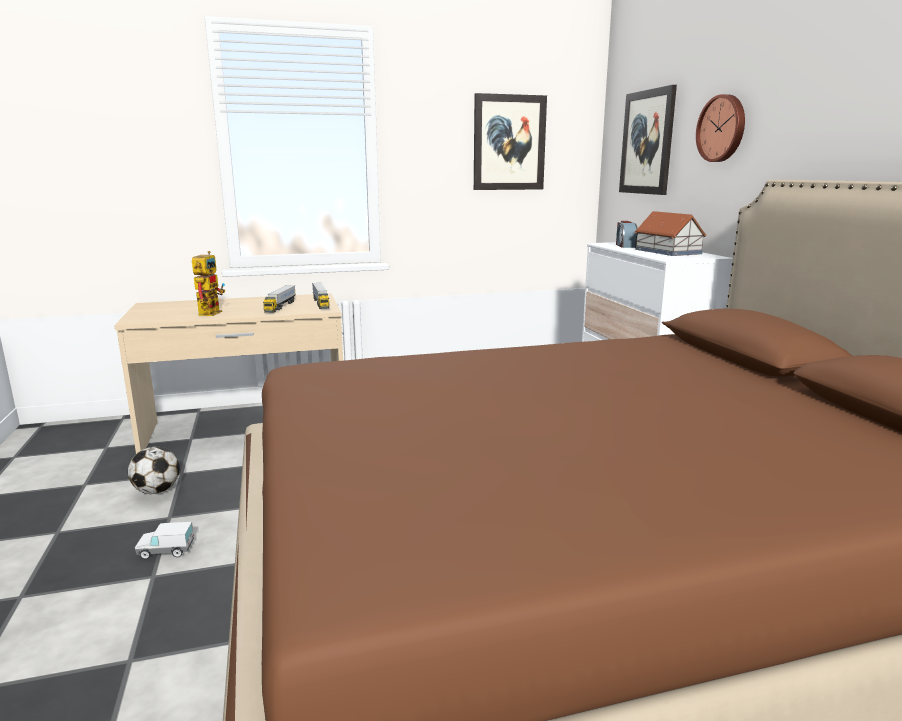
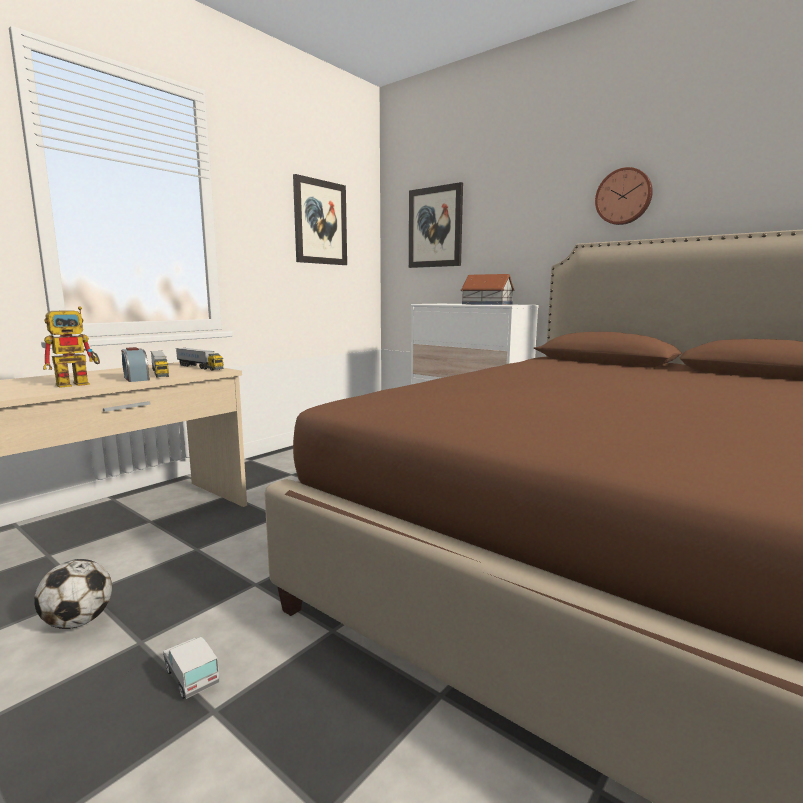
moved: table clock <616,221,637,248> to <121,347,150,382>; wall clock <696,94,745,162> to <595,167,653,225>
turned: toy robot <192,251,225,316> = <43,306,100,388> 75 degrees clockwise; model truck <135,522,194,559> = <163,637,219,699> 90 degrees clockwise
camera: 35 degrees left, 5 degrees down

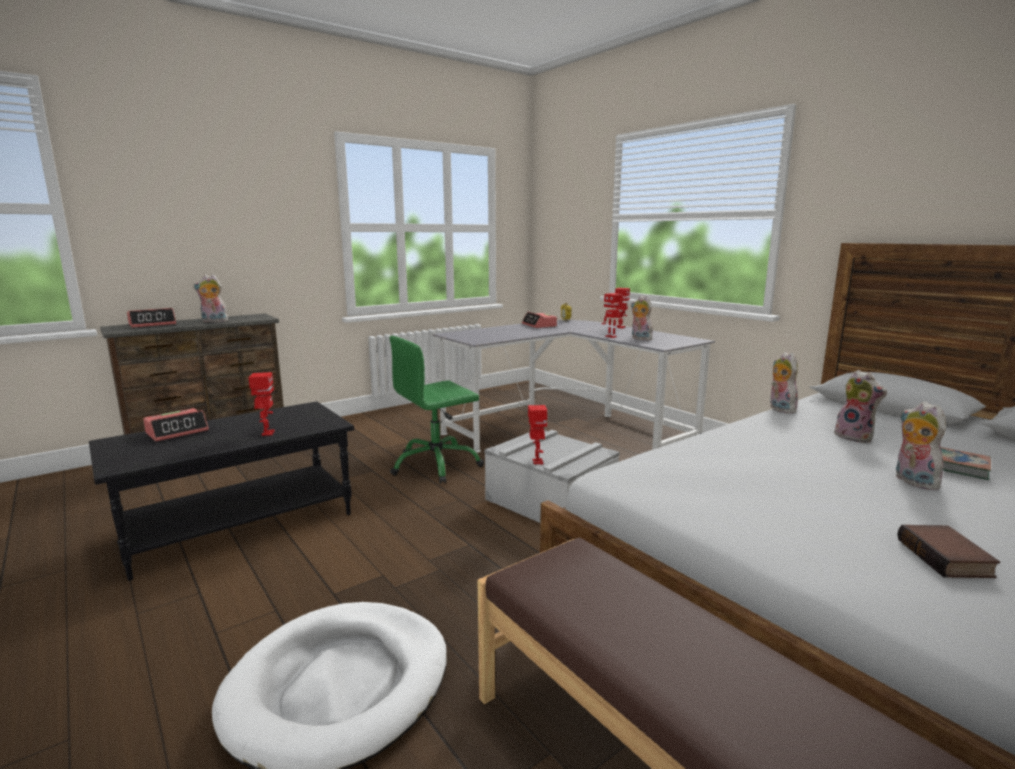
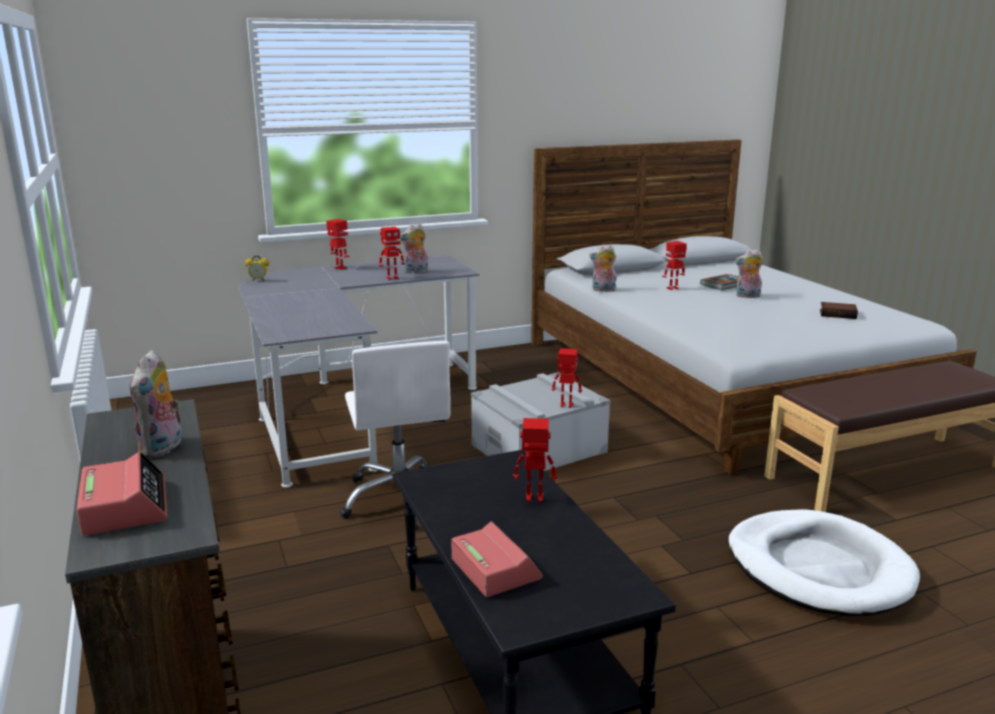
removed: table clock <522,312,557,328>
replaced: cuddly toy <834,370,887,443> to toy robot <662,241,687,290>
recoloured: green office chair <389,336,484,484> to white-coloured office chair <340,341,451,530>
camera: 75 degrees left, 5 degrees up

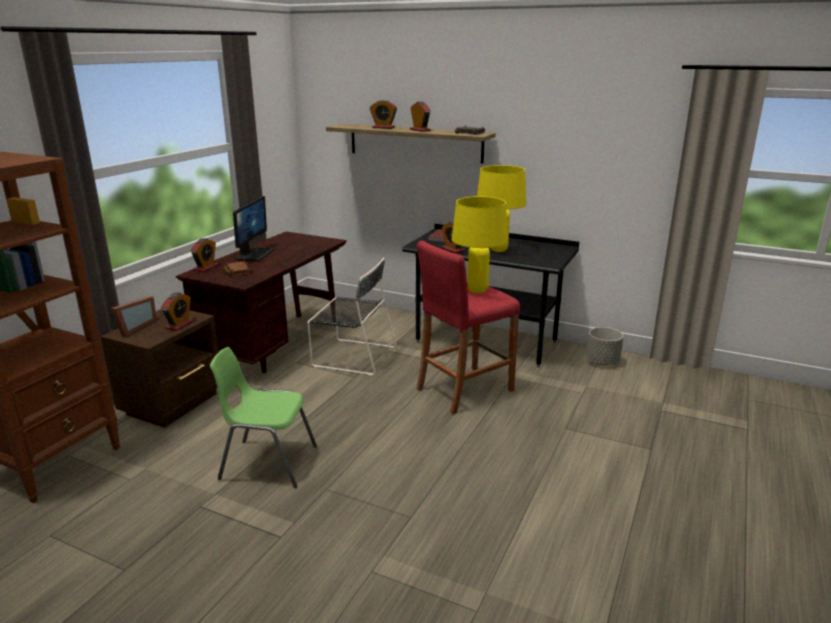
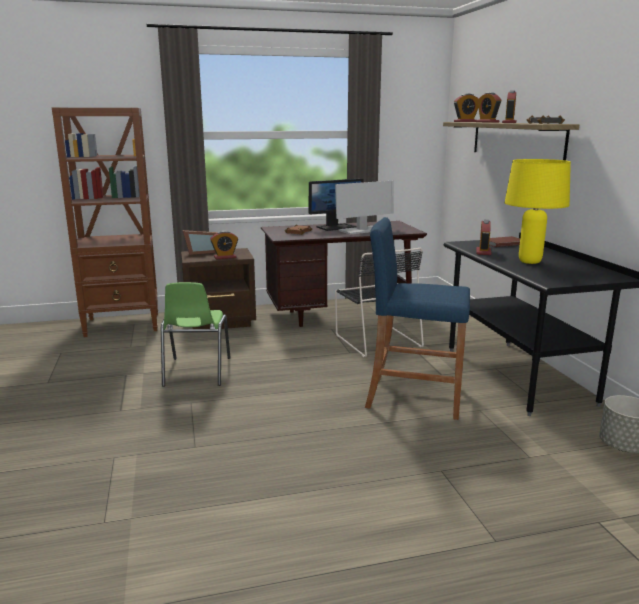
removed: yellow-coloured lamp for a table <452,196,508,293>
added: monitor <335,181,394,234>
moved: table clock <190,238,218,272> to <454,94,478,122>
recoloured: reddish sitting stool <416,241,520,414> to bluish sitting stool <365,217,470,420>
turned: green upright chair <210,347,317,488> = <161,282,231,387> 150 degrees counterclockwise
camera: 50 degrees right, 5 degrees down

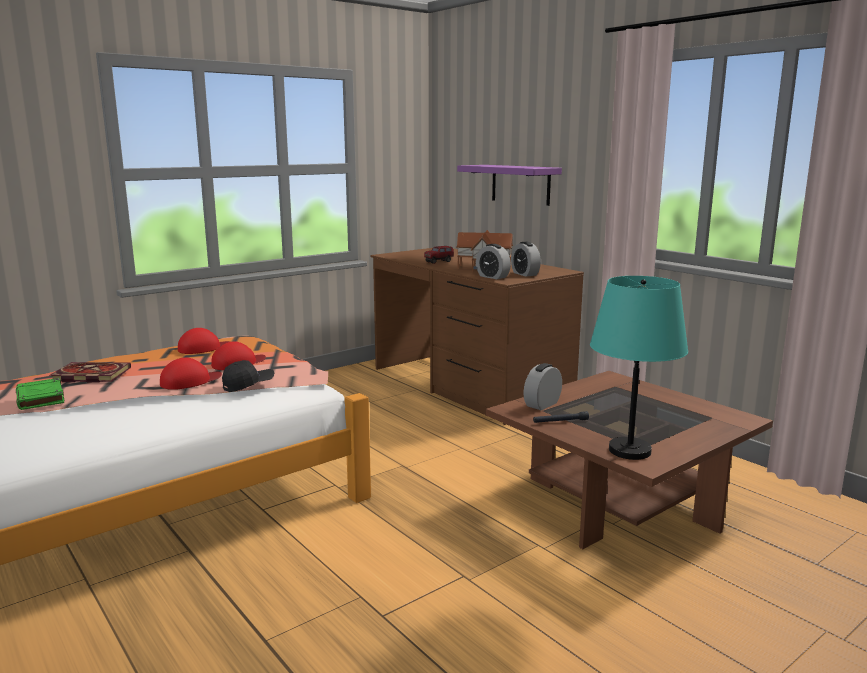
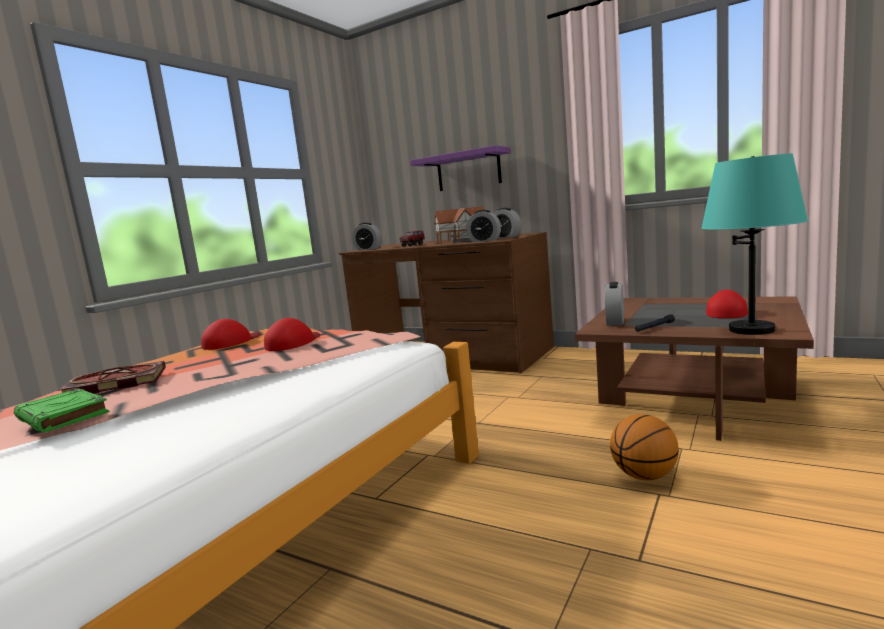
removed: black cap <222,360,274,392>
added: table clock <352,223,382,250>; ball for basketball <610,414,679,480>
moved: reddish cap <160,358,222,390> to <706,290,748,318>
camera: 20 degrees left, 5 degrees down

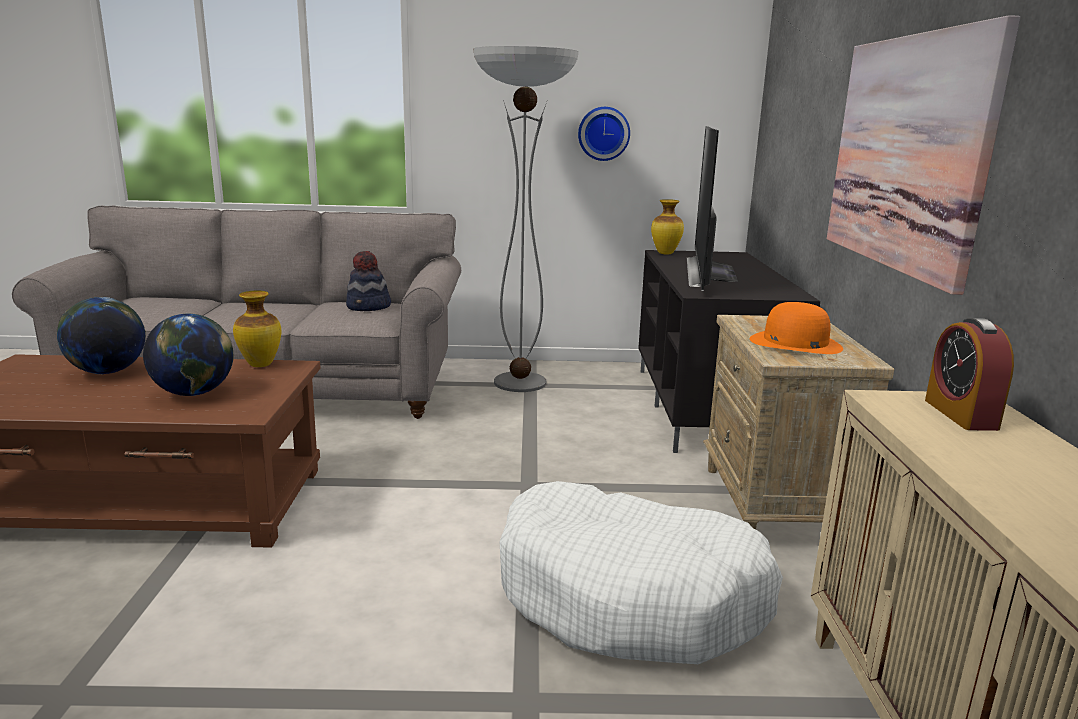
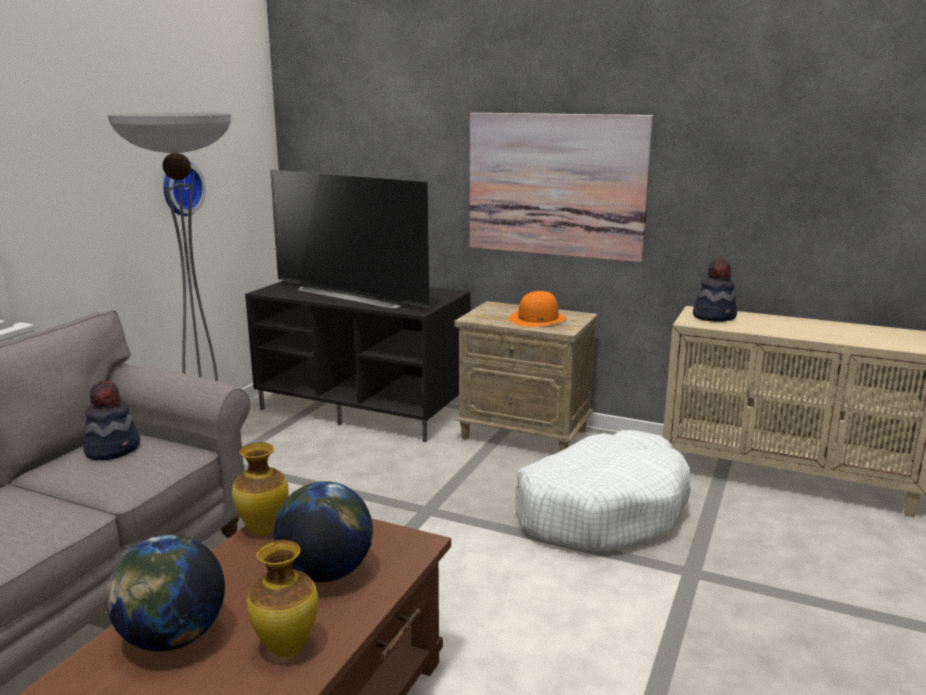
moved: vase <651,199,684,254> to <247,540,318,657>
replaced: table clock <925,318,1014,431> to wearable hat <693,259,737,322>
camera: 65 degrees left, 0 degrees up

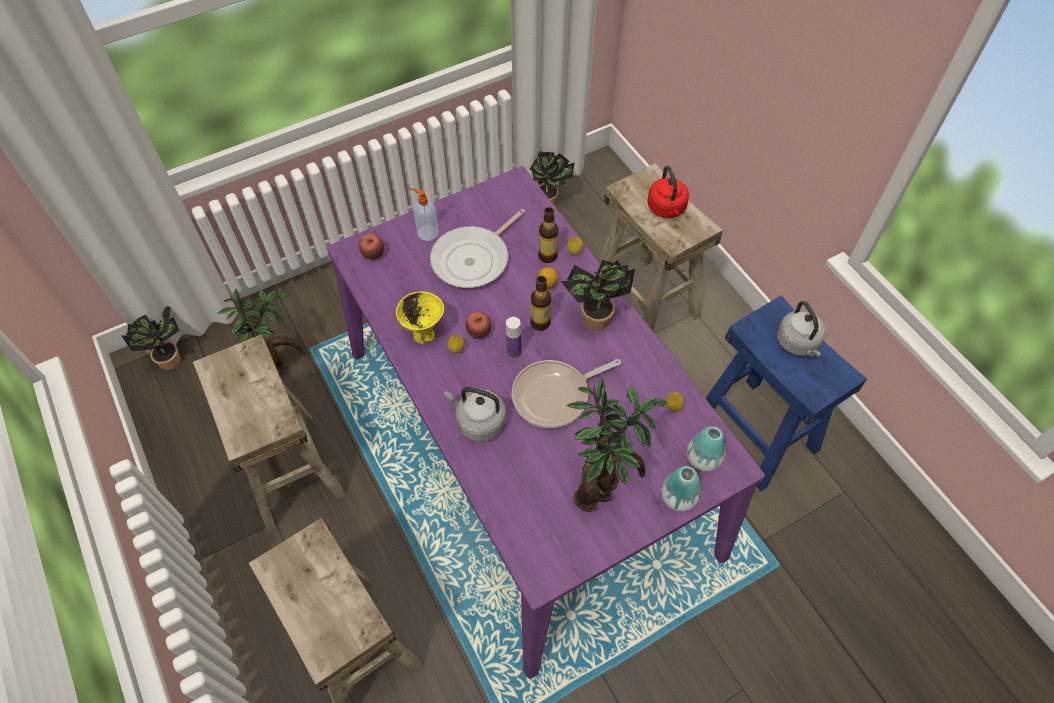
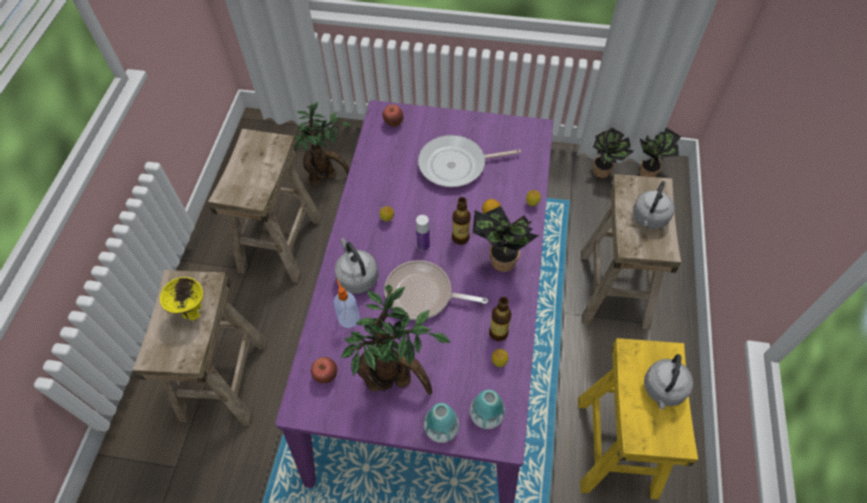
moved: yellow-coloured bowl <396,292,444,344> to <160,277,203,321>; apple fruit <465,312,491,339> to <311,357,337,383>; liquid soap bottle <410,188,438,241> to <333,279,360,328>; drink bottle <538,207,558,263> to <489,297,512,341>; potted plant <122,307,181,370> to <639,127,682,177>
recoloured: bluish sitting stool <706,295,867,491> to yellow-coloured sitting stool <578,338,698,500>; reddish kettle <647,166,689,218> to gray kettle <633,181,675,229>
camera: 40 degrees right, 0 degrees up

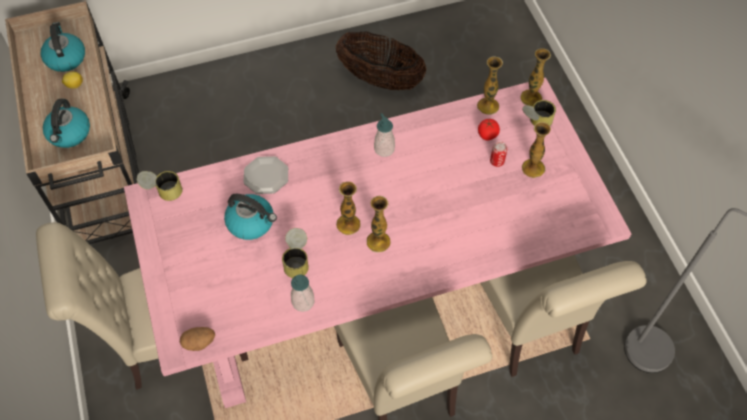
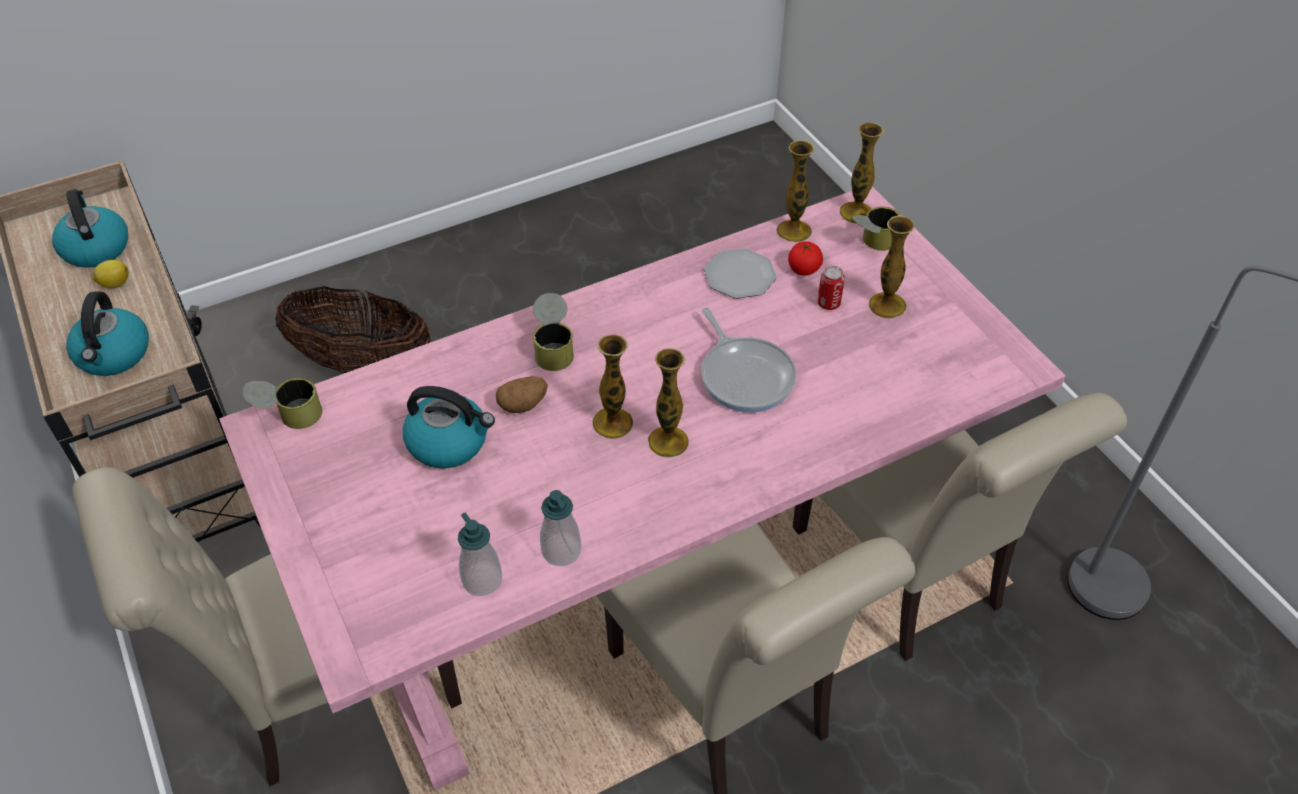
added: pan <701,307,796,413>
moved: basket <336,31,427,90> to <275,286,431,373>; liquid soap bottle <374,113,395,157> to <458,512,502,596>; spud <180,327,215,351> to <496,376,548,413>; can <282,228,309,278> to <533,293,574,371>; flat dish <243,156,288,194> to <704,248,777,299>
camera: 10 degrees left, 10 degrees down

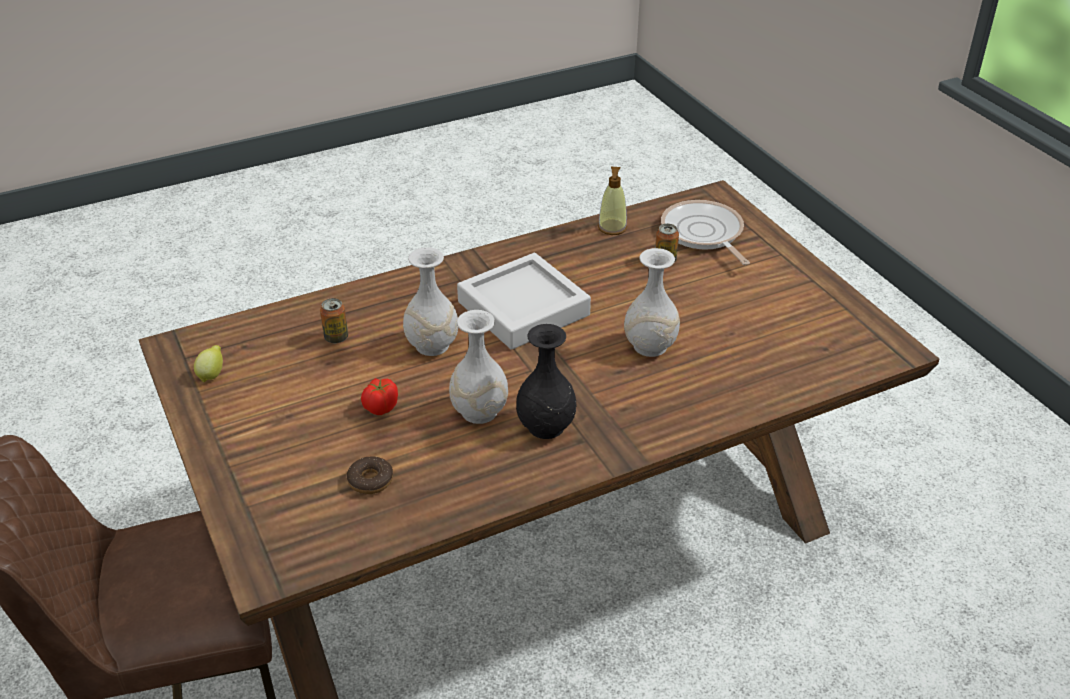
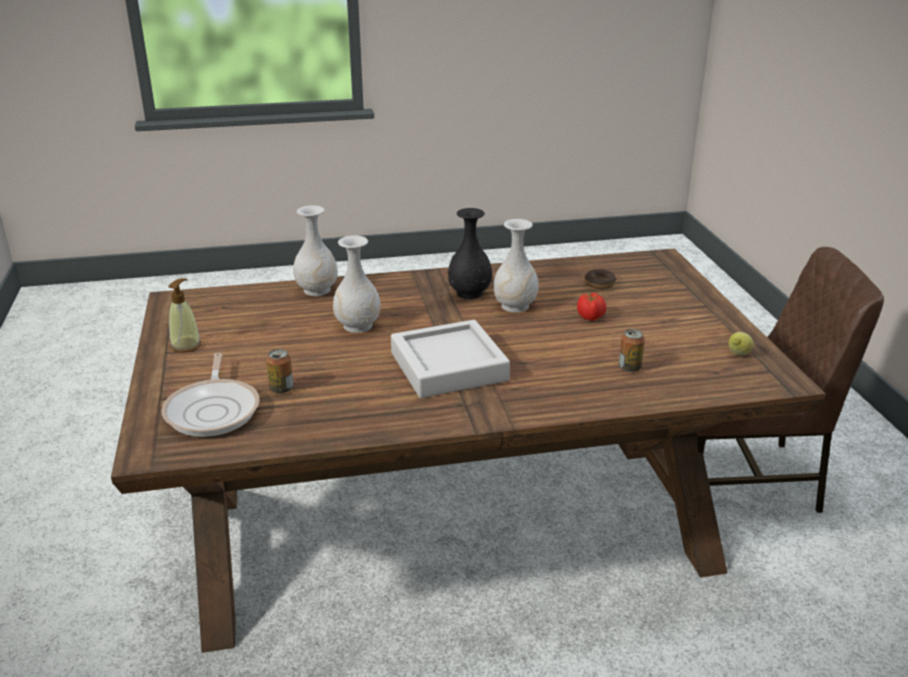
moved: liquid soap bottle <598,167,627,235> to <168,278,201,353>; white-coloured vase <403,247,458,356> to <293,205,338,296>
camera: 165 degrees left, 10 degrees down

